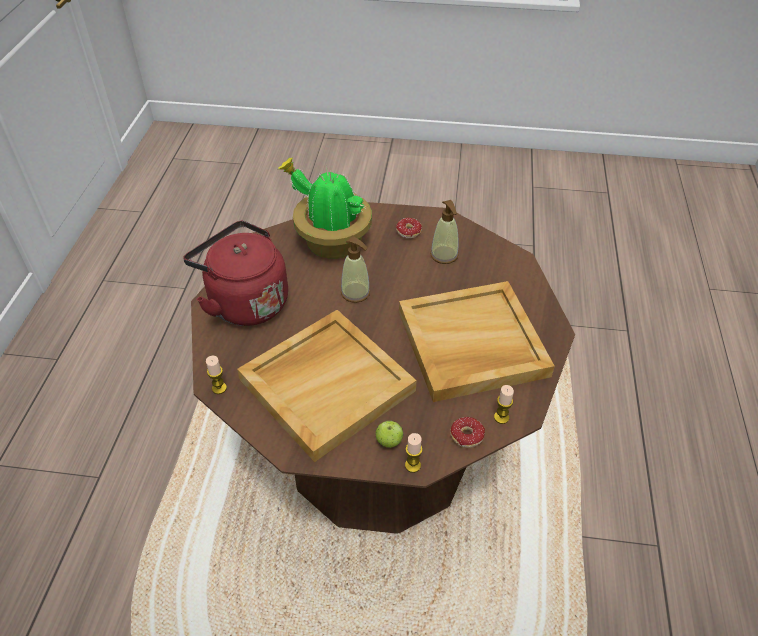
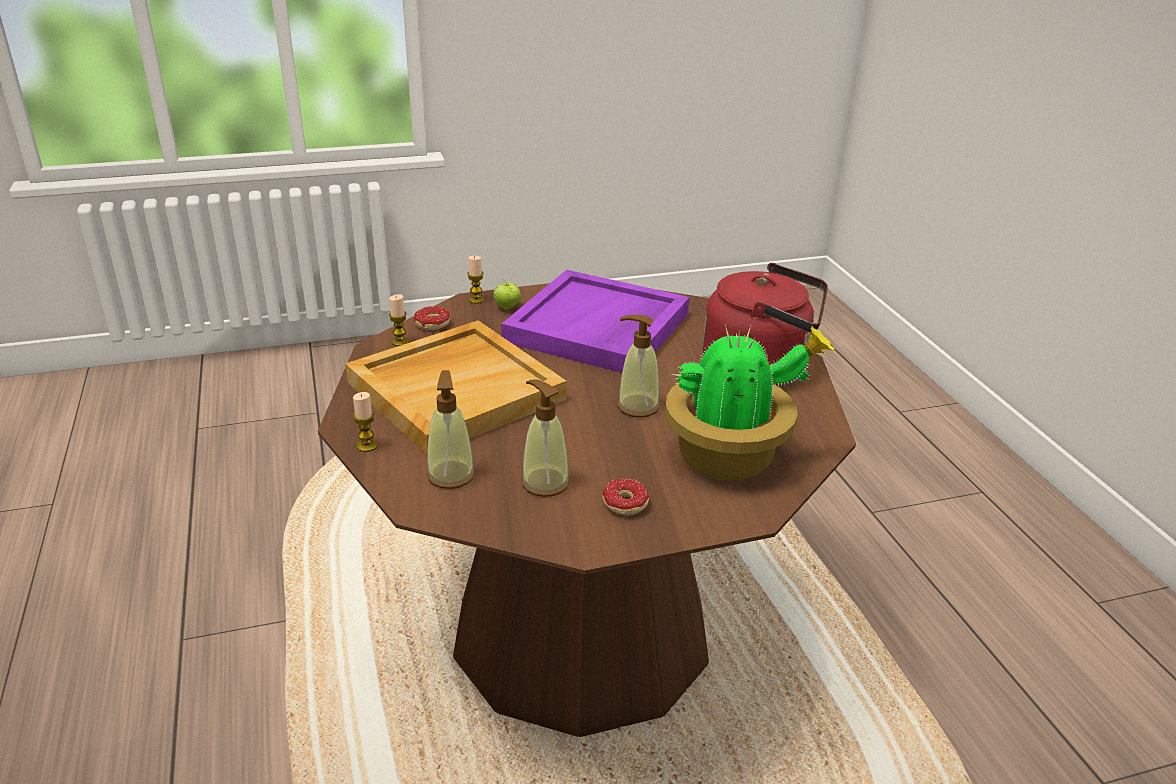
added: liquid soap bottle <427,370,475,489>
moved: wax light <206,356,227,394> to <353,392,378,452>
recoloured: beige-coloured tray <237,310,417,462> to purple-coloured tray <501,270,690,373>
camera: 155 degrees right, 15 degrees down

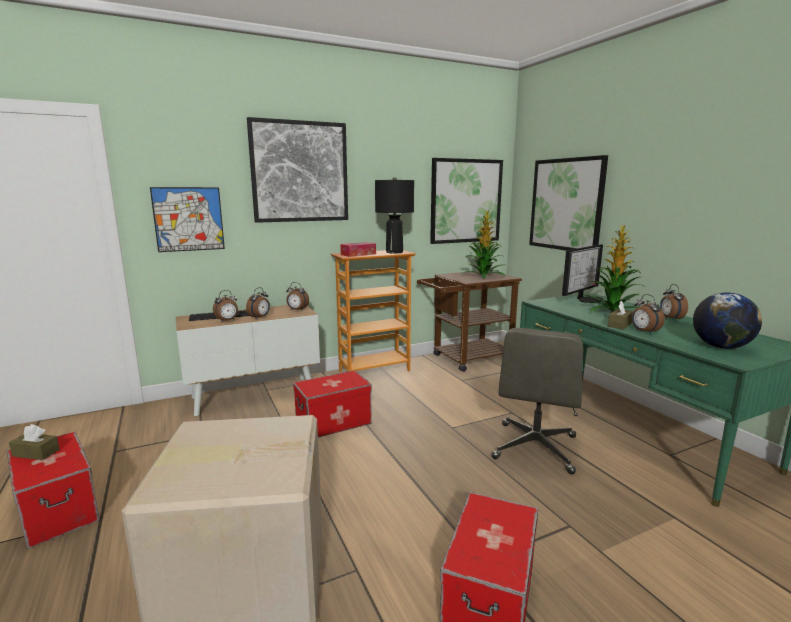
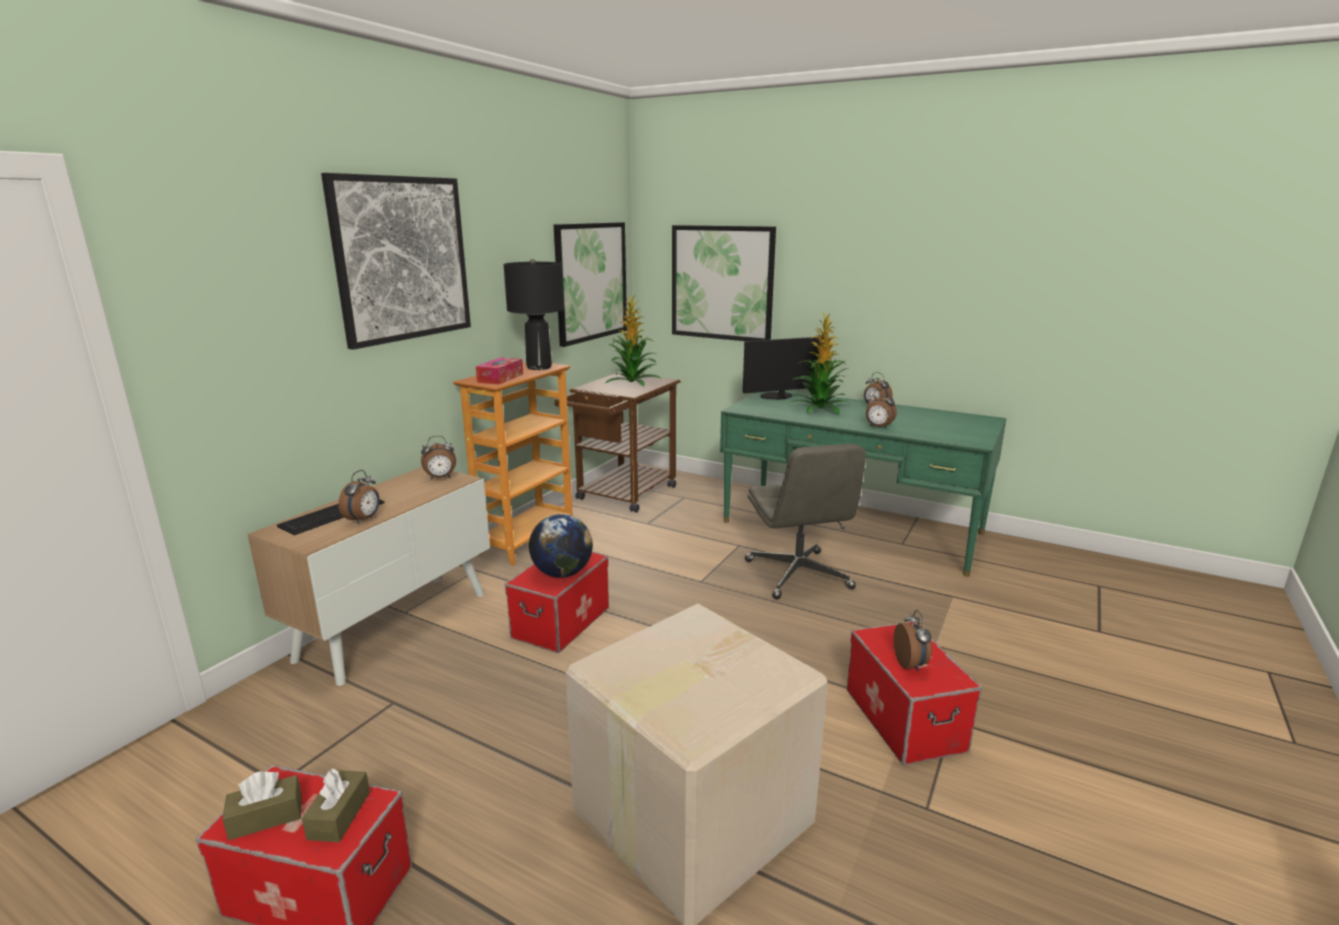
removed: wall picture <150,187,225,252>
moved: brown-coloured box of tissues <608,300,633,329> to <301,768,370,842>; globe <693,292,762,349> to <529,514,593,578>; table clock <246,287,270,319> to <894,610,932,672>
turned: monitor <562,244,603,303> = <743,337,820,400> 120 degrees counterclockwise
camera: 35 degrees left, 5 degrees up

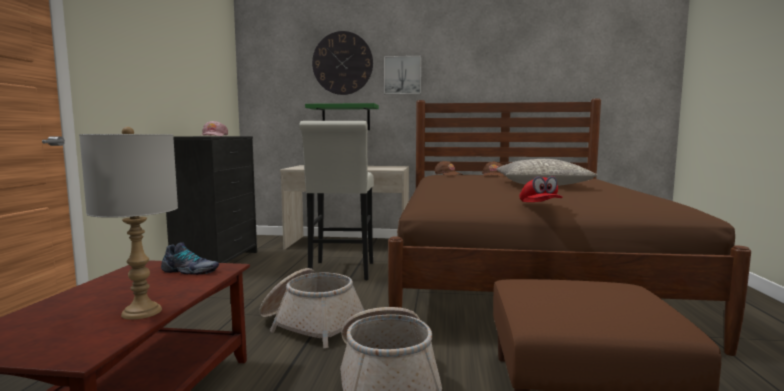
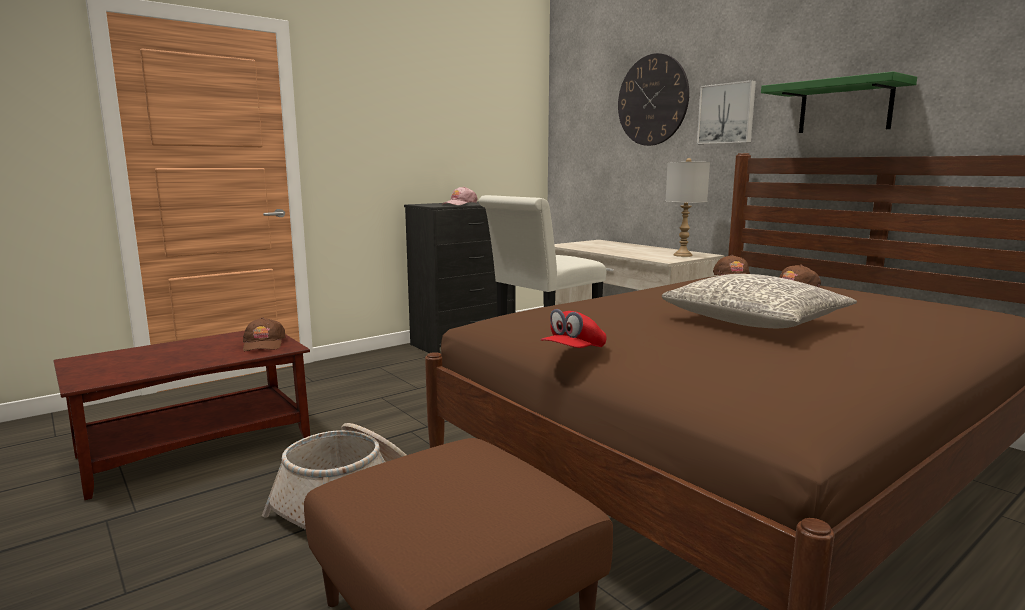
removed: basket <259,268,365,348>
moved: gray lamp for a table <79,127,178,320> to <666,158,710,257>; green bracket shelf <305,103,379,130> to <761,71,917,133>
replaced: shoe <161,242,219,275> to brown-coloured cap <243,317,286,351>
camera: 45 degrees right, 5 degrees up

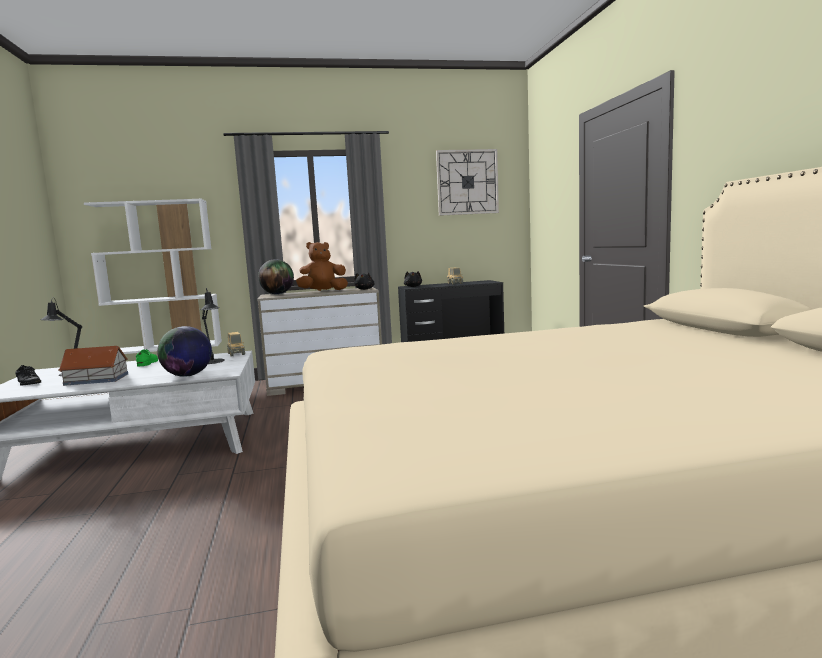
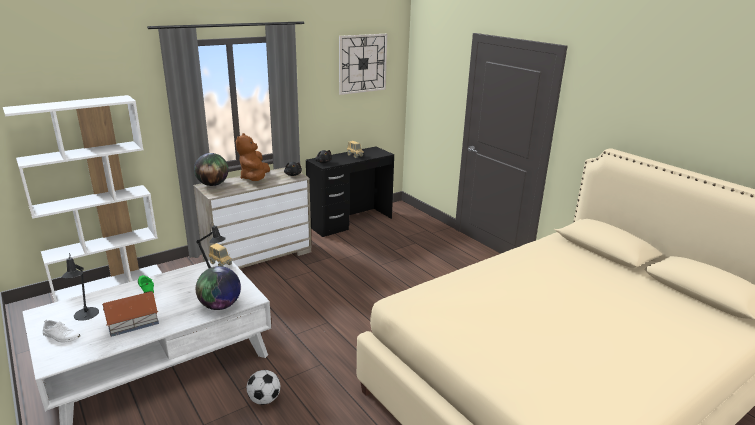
added: football ball <246,370,280,405>
recoloured: black shoe <15,365,41,386> to white-coloured shoe <42,320,80,343>
turned: brown-coloured cuddly toy <296,242,348,291> = <236,133,270,181> 45 degrees counterclockwise
camera: 25 degrees left, 15 degrees up

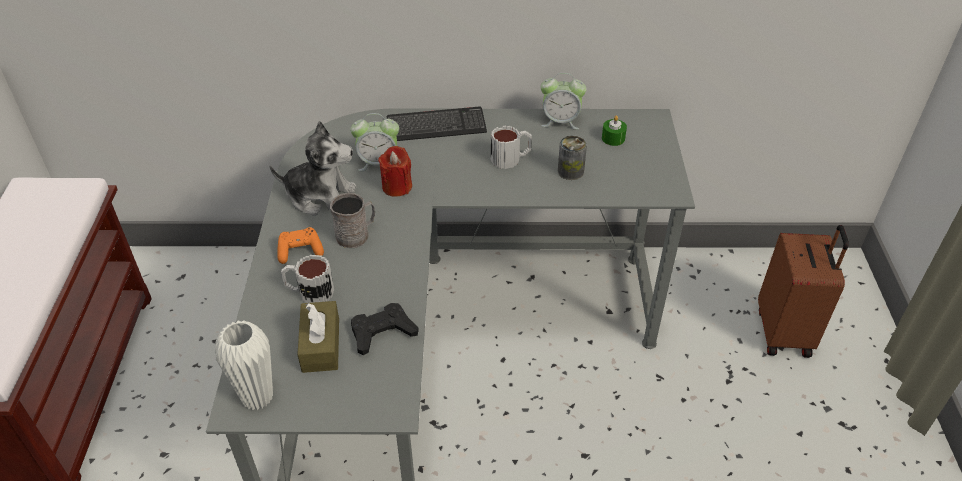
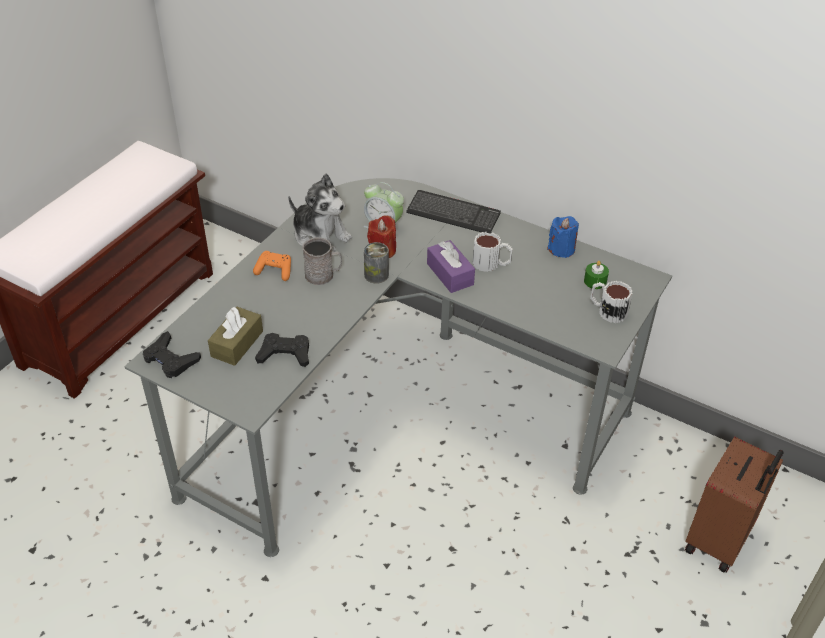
added: purple-coloured box of tissues <427,240,475,293>
moved: can <558,135,587,180> to <364,242,389,284>; coffee mug <281,255,334,303> to <590,281,633,323>
replaced: white-coloured vase <215,320,273,410> to black joypad <143,331,201,378>; table clock <541,73,587,129> to bluish wax light <547,216,579,258>
camera: 30 degrees right, 0 degrees up

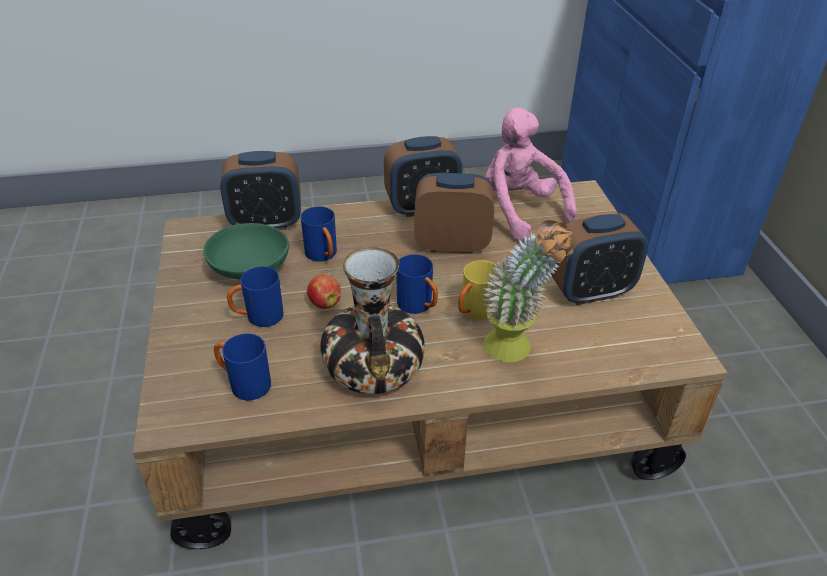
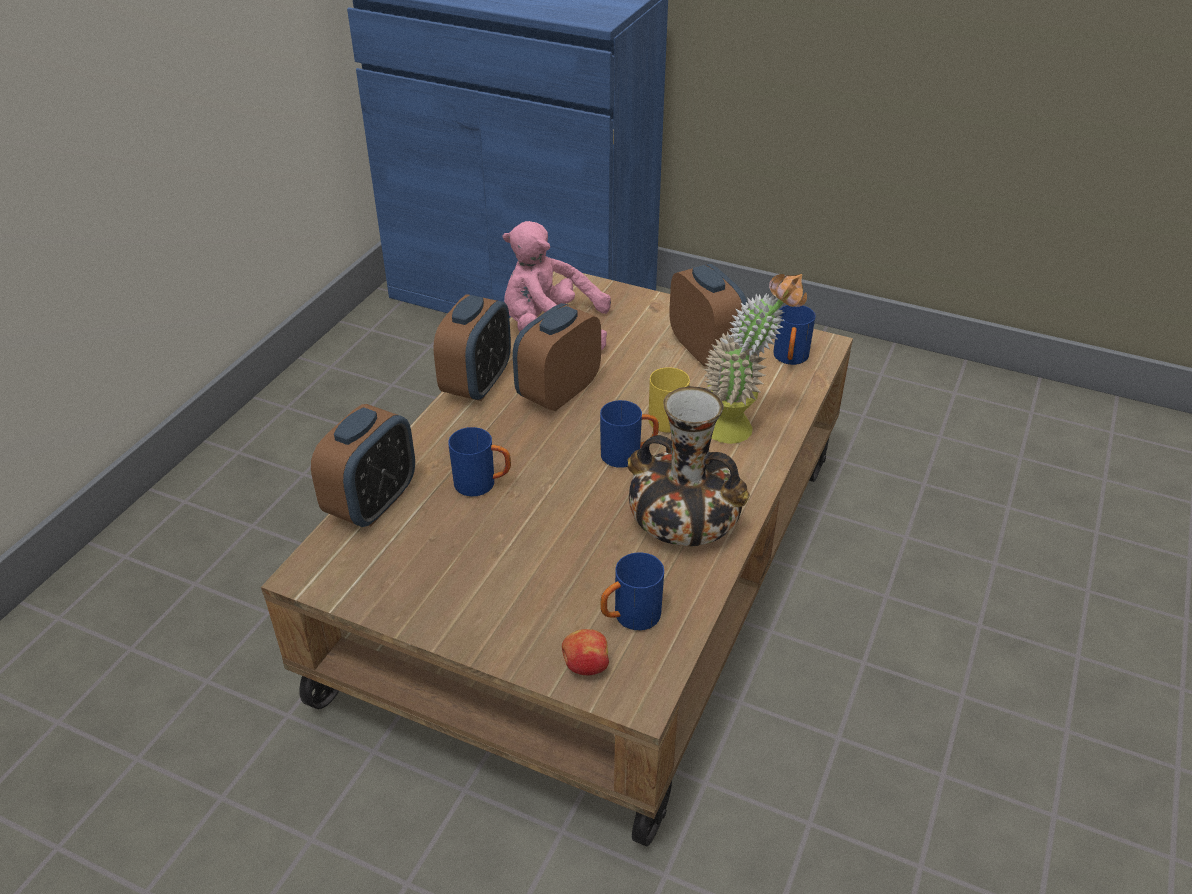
removed: green bowl <203,223,289,279>
moved: apple fruit <307,274,341,309> to <562,629,609,675>; bluish coffee mug <227,266,284,327> to <773,305,815,365>
turned: table clock <551,213,648,305> = <669,264,747,367> 45 degrees counterclockwise
camera: 55 degrees left, 0 degrees up

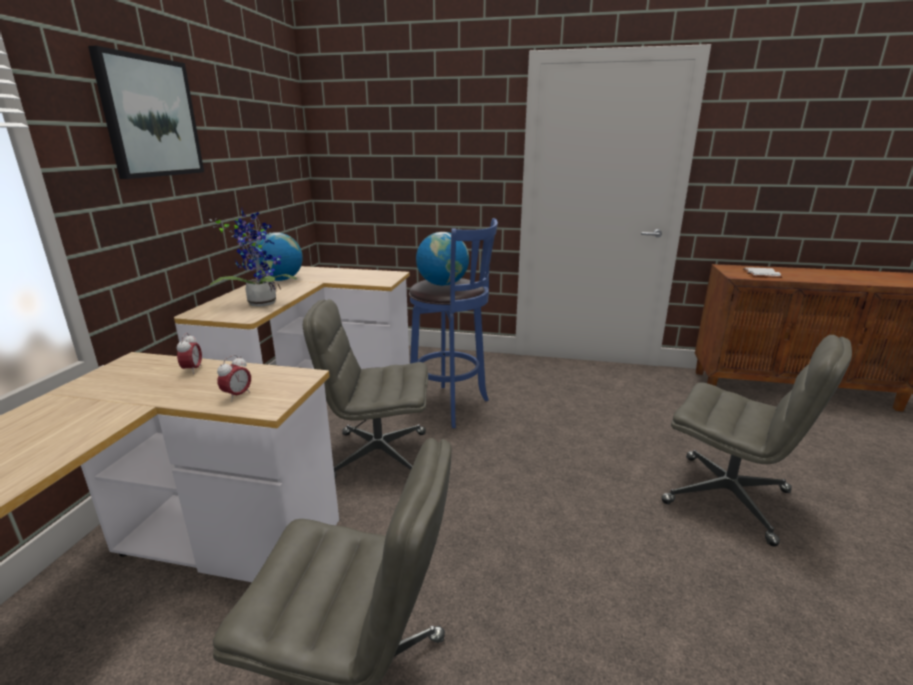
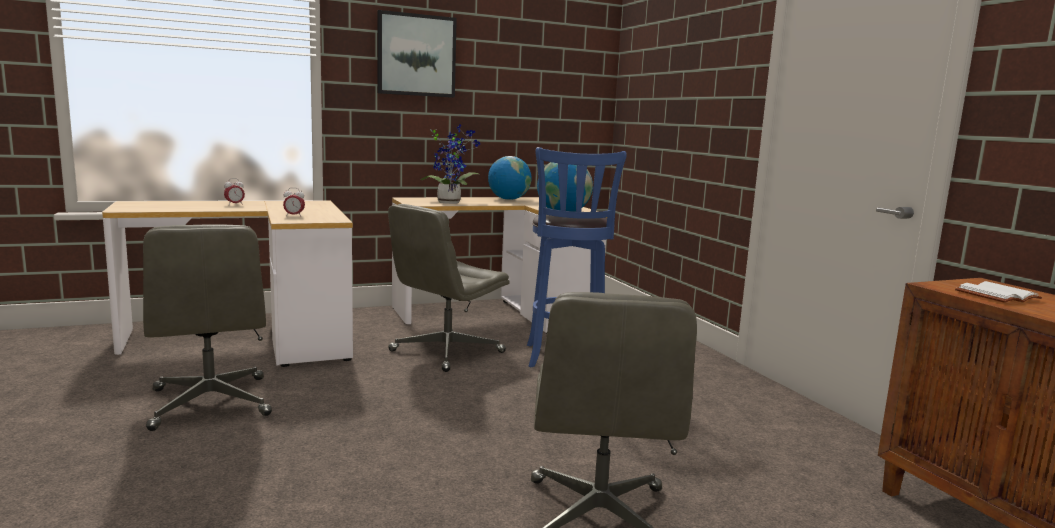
moved: table clock <177,333,202,374> to <224,178,245,205>
turned: gray office chair <303,299,428,479> = <388,204,510,372> 105 degrees counterclockwise
camera: 55 degrees right, 10 degrees down

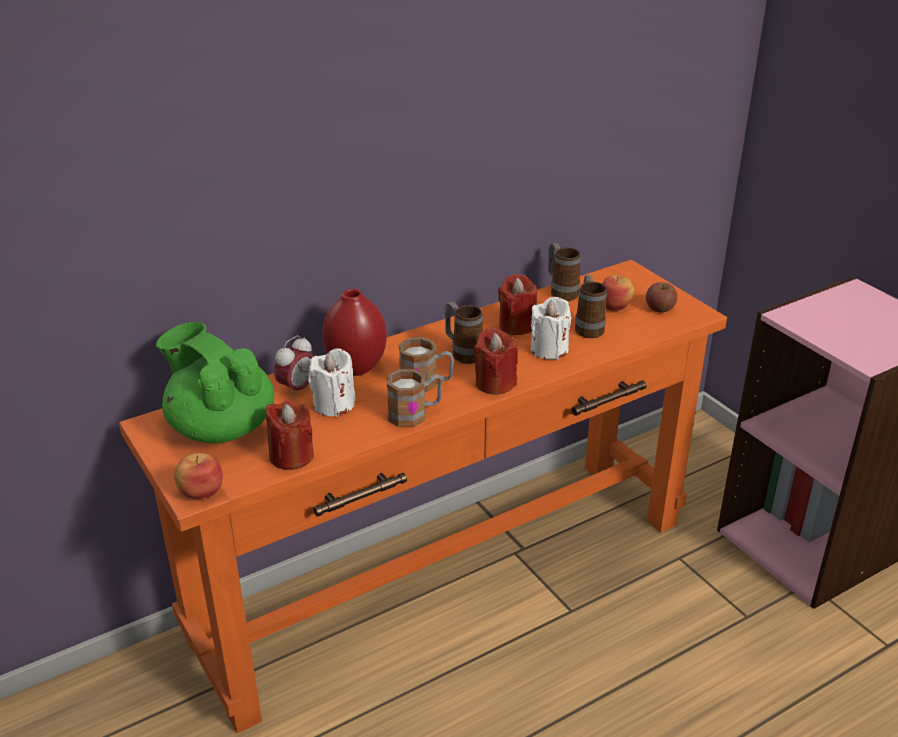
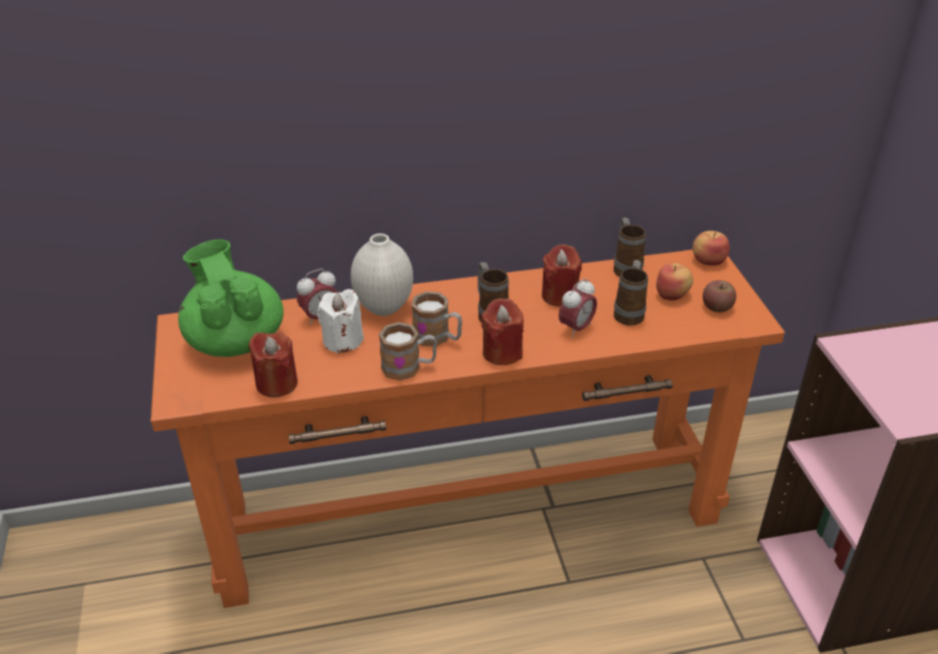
moved: apple fruit <174,453,223,499> to <693,231,730,266>
replaced: white-coloured wax light <531,297,571,360> to table clock <559,279,597,338>
recoloured: reddish vase <322,289,387,376> to white-coloured vase <351,233,413,316>
camera: 20 degrees right, 5 degrees up

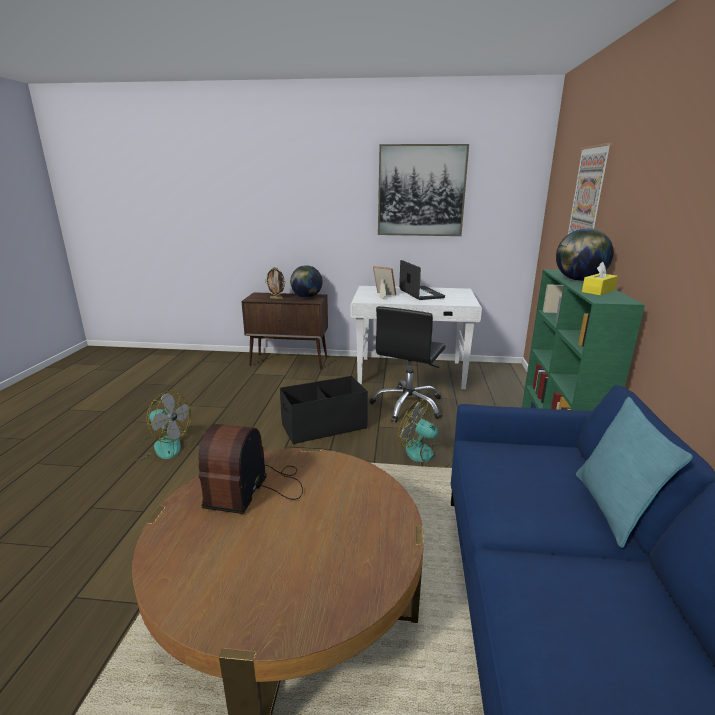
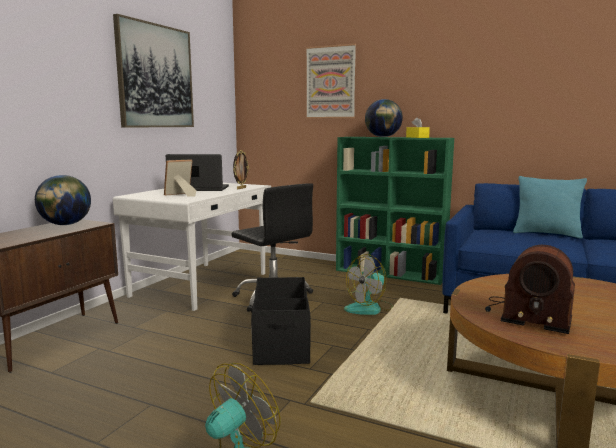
moved: photo frame <265,267,285,299> to <233,150,249,189>
camera: 70 degrees left, 10 degrees down

